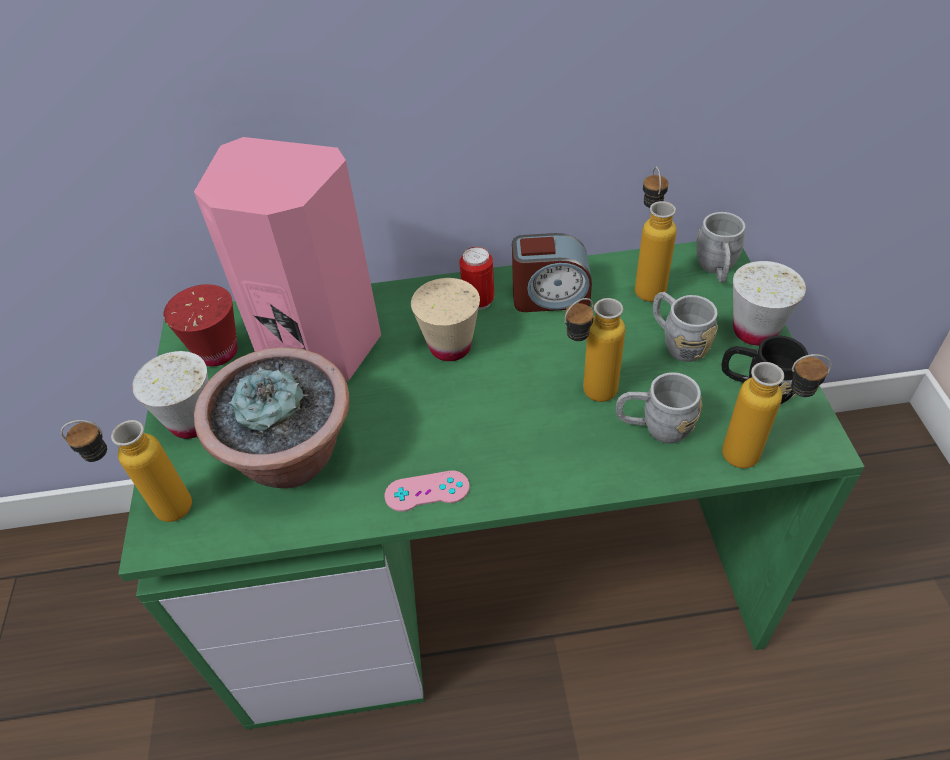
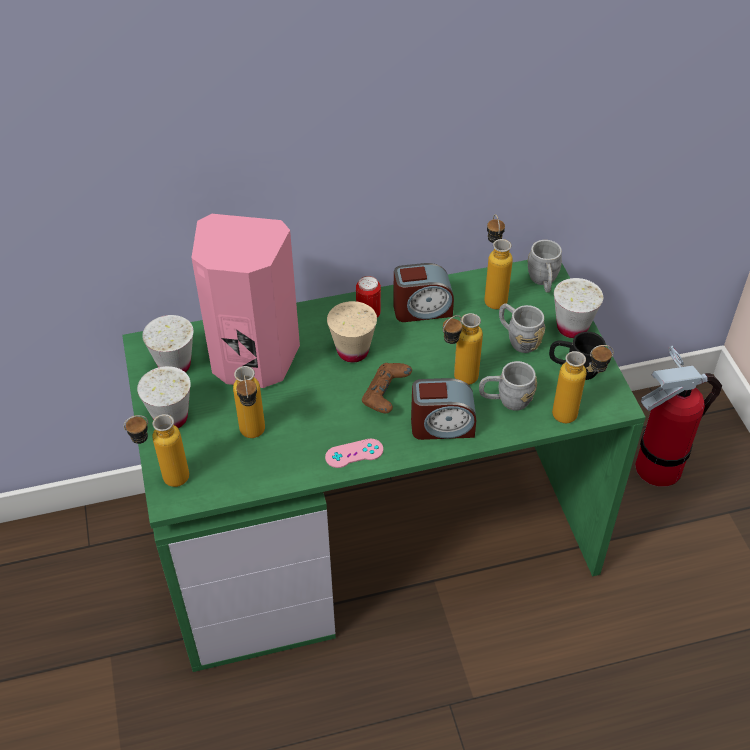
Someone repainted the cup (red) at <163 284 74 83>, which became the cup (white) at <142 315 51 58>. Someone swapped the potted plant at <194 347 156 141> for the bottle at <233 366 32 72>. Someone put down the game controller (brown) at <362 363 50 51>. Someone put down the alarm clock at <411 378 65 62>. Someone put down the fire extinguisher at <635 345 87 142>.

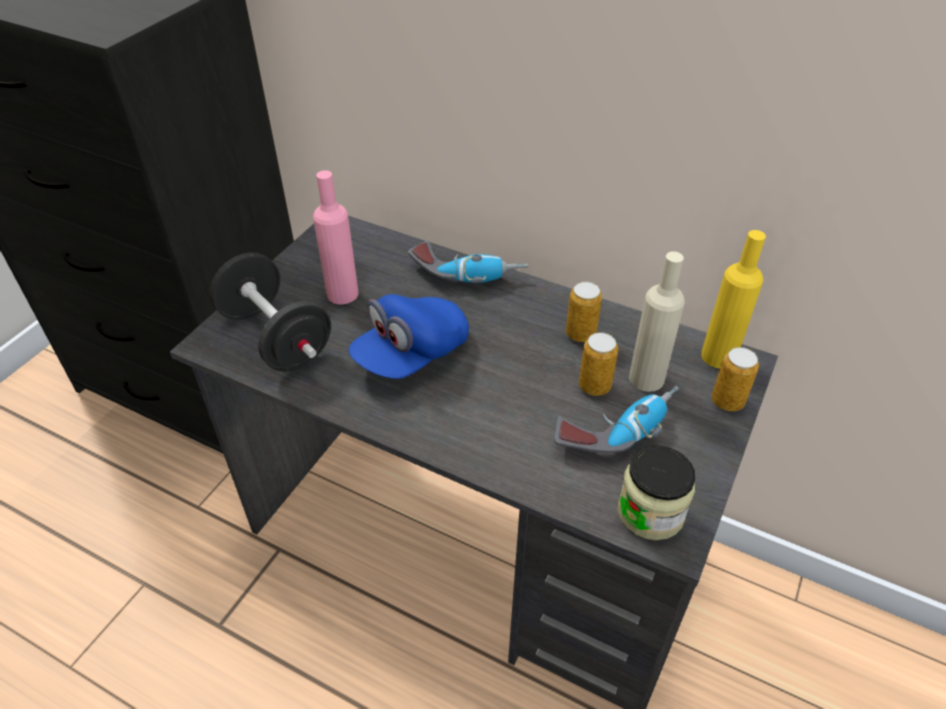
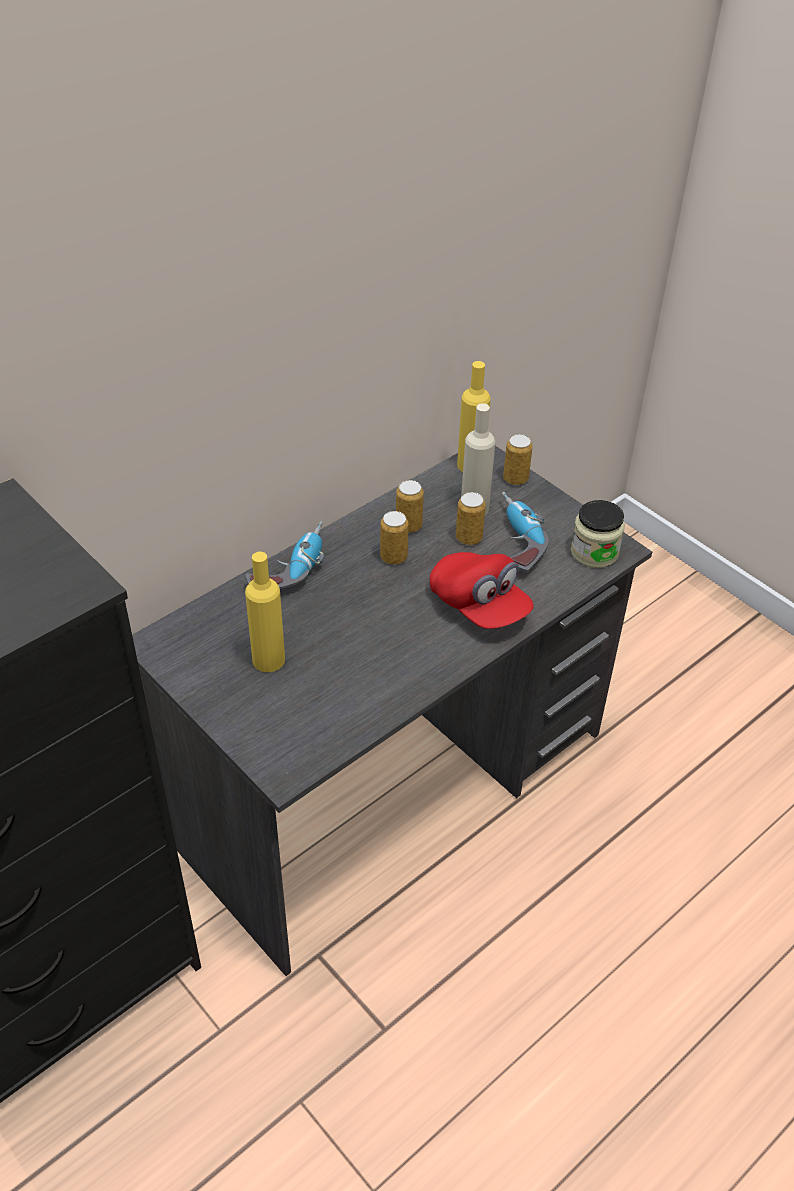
Someone repainted the bottle (pink) at <313 170 46 134>, which became the bottle (yellow) at <245 552 40 120>. Someone put down the can at <380 511 29 54>. Someone put down the cap (red) at <430 552 104 77>. Someone took away the dumbbell (black) at <210 253 121 119>. Someone took away the cap (blue) at <349 294 120 85>.

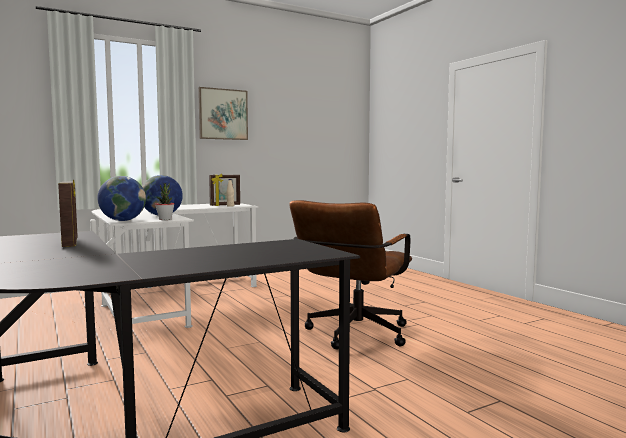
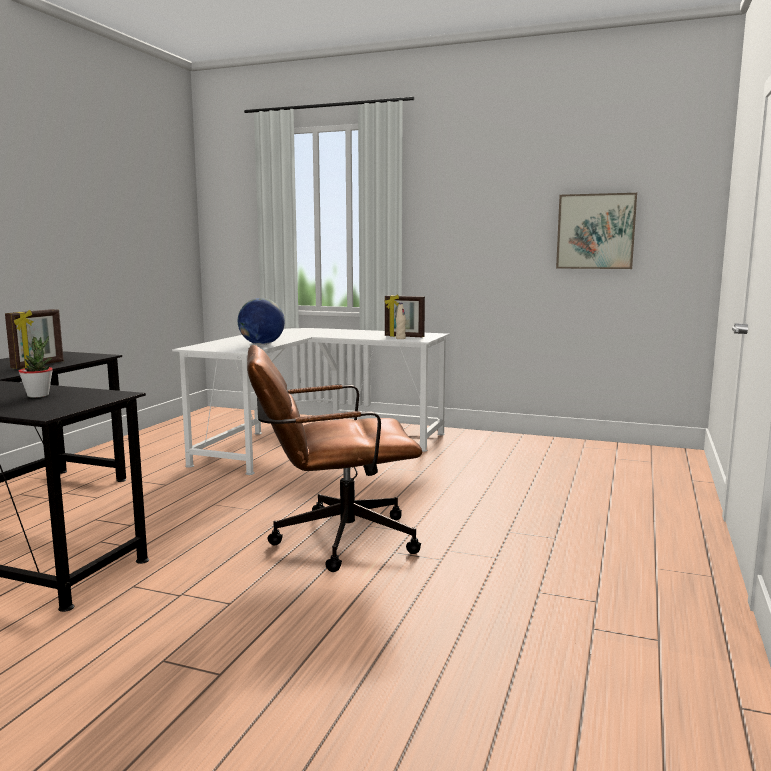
Someone carried the potted plant from <155 183 20 37> to <18 336 35 62>. Someone carried the picture from <198 87 50 53> to <556 193 81 76>. Someone took away the globe at <98 176 48 45>.

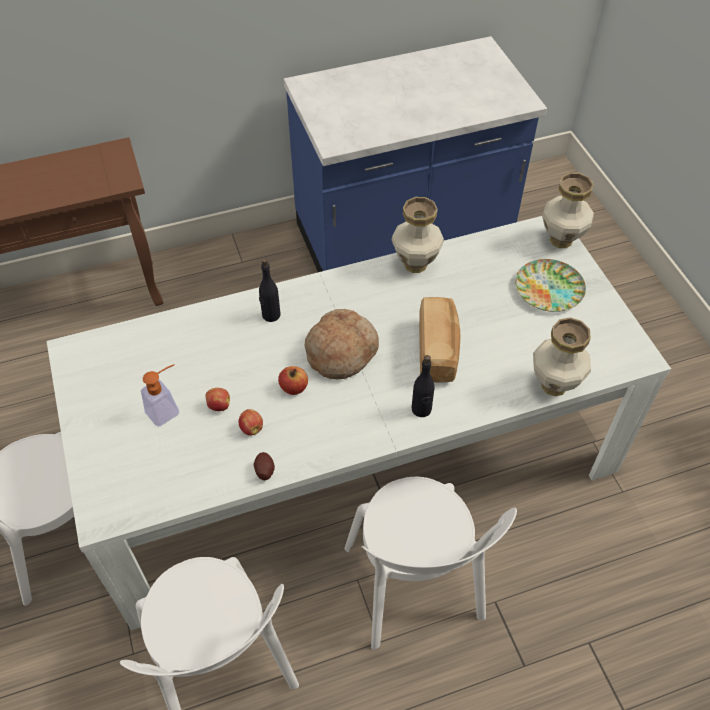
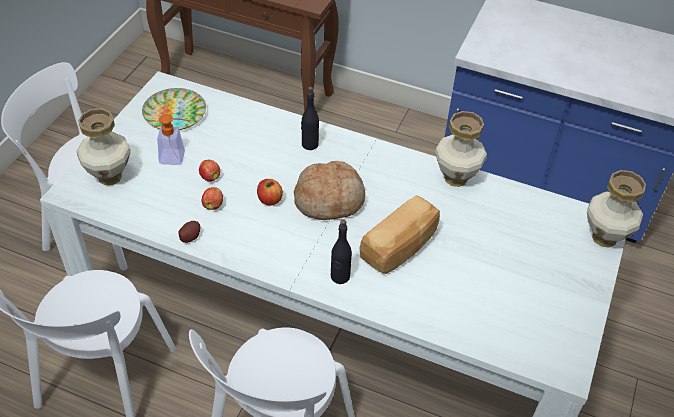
Someone carried the vase from <533 317 58 79> to <77 108 54 77>. Someone carried the plate from <515 259 71 53> to <142 88 64 42>.

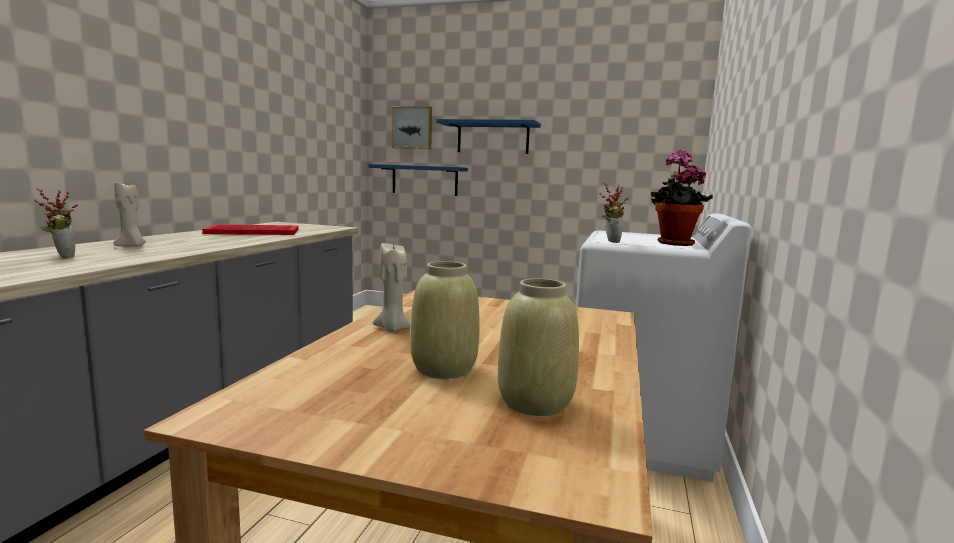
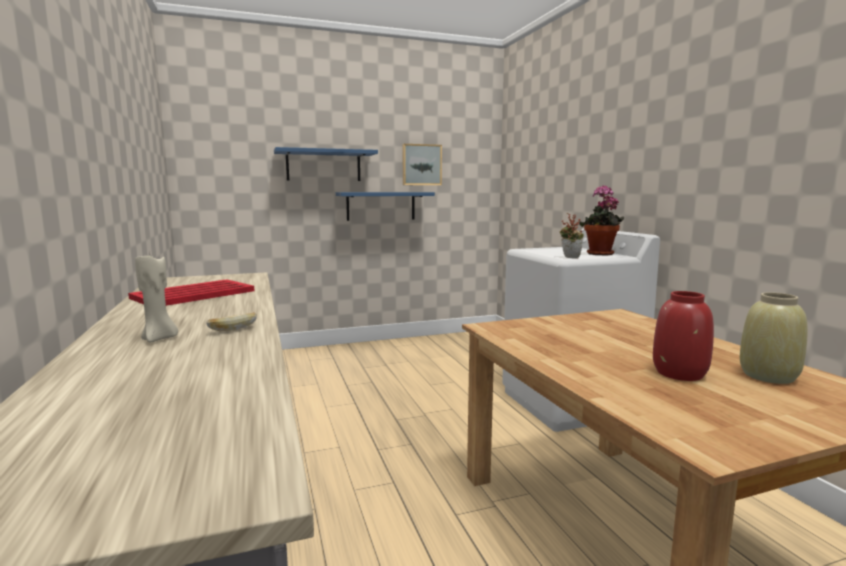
Someone put down the bread at <206 312 51 19>. Someone carried the shelf (blue) from <368 164 100 32> to <336 192 99 29>. Someone carried the picture from <392 106 40 43> to <402 144 40 41>. Someone repainted the vase (beige) at <410 261 69 118>, which became the vase (red) at <653 291 61 90>. Someone took away the potted plant at <35 188 43 69>. Someone took away the candle (beige) at <373 243 38 89>.

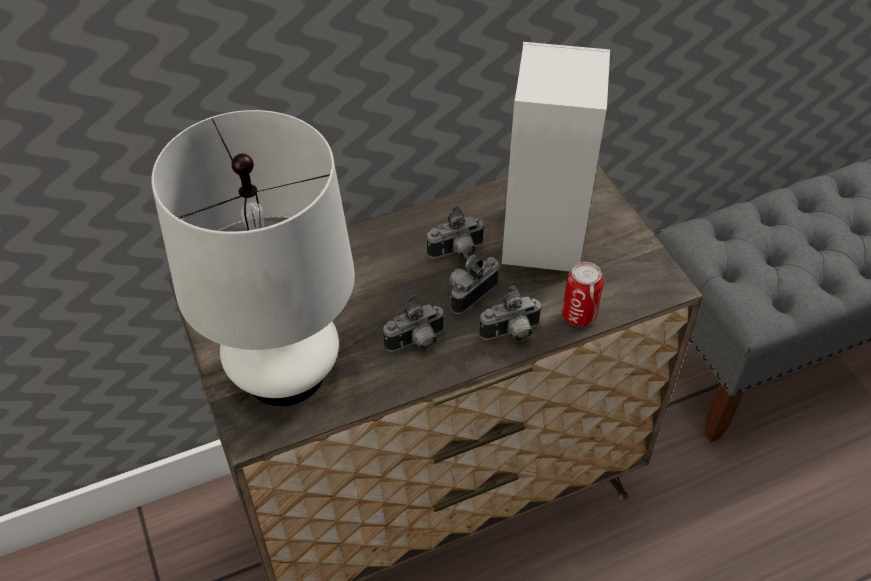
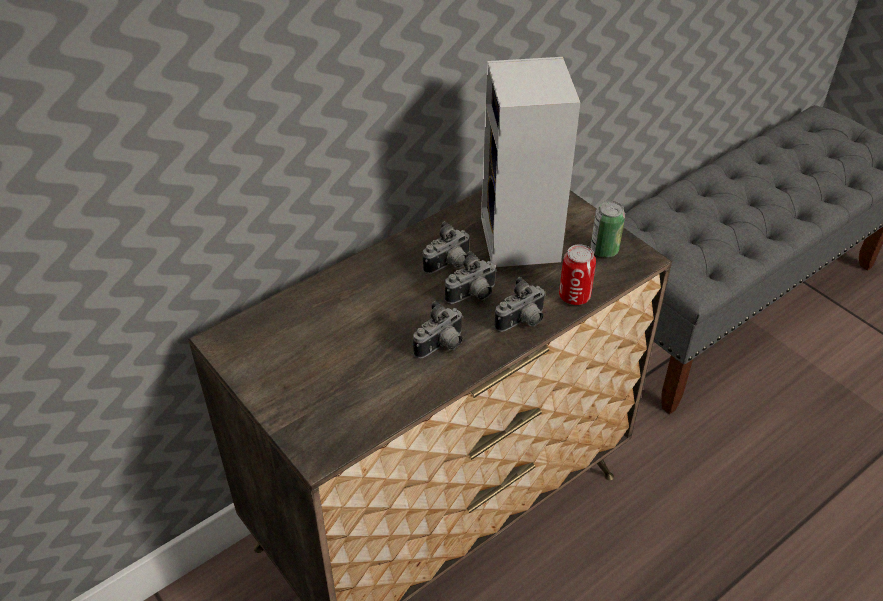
Someone rotated the photo camera at <449 254 50 60> by 150 degrees counterclockwise. Someone put down the can at <590 201 35 56>. Someone took away the table lamp (white) at <151 110 204 296>.

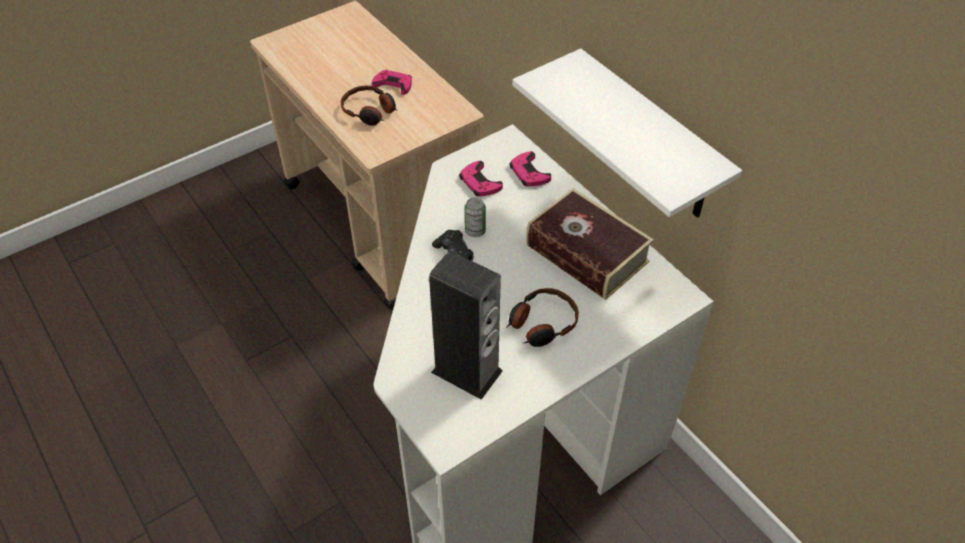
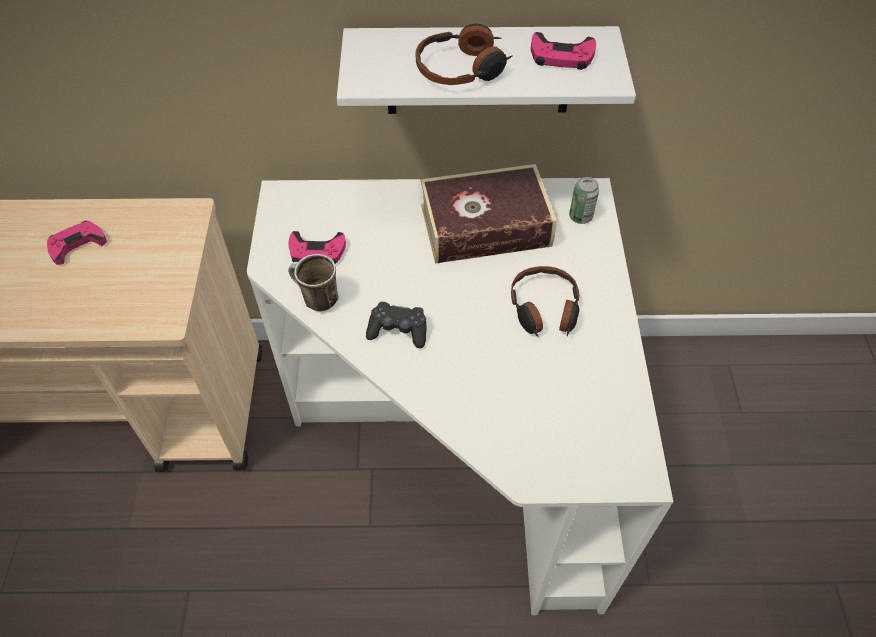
Someone put down the mug at <288 254 50 57>. Someone carried the headphones from <340 86 57 40> to <416 24 97 61>. Someone carried the game controller (pink) from <509 151 42 35> to <531 32 65 38>. Someone carried the can from <465 197 21 40> to <569 177 30 47>. Someone took away the speaker at <429 251 74 149>.

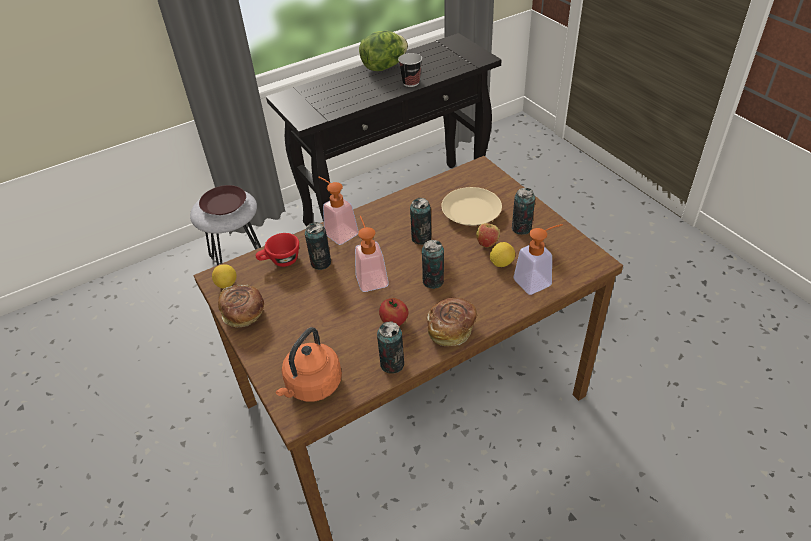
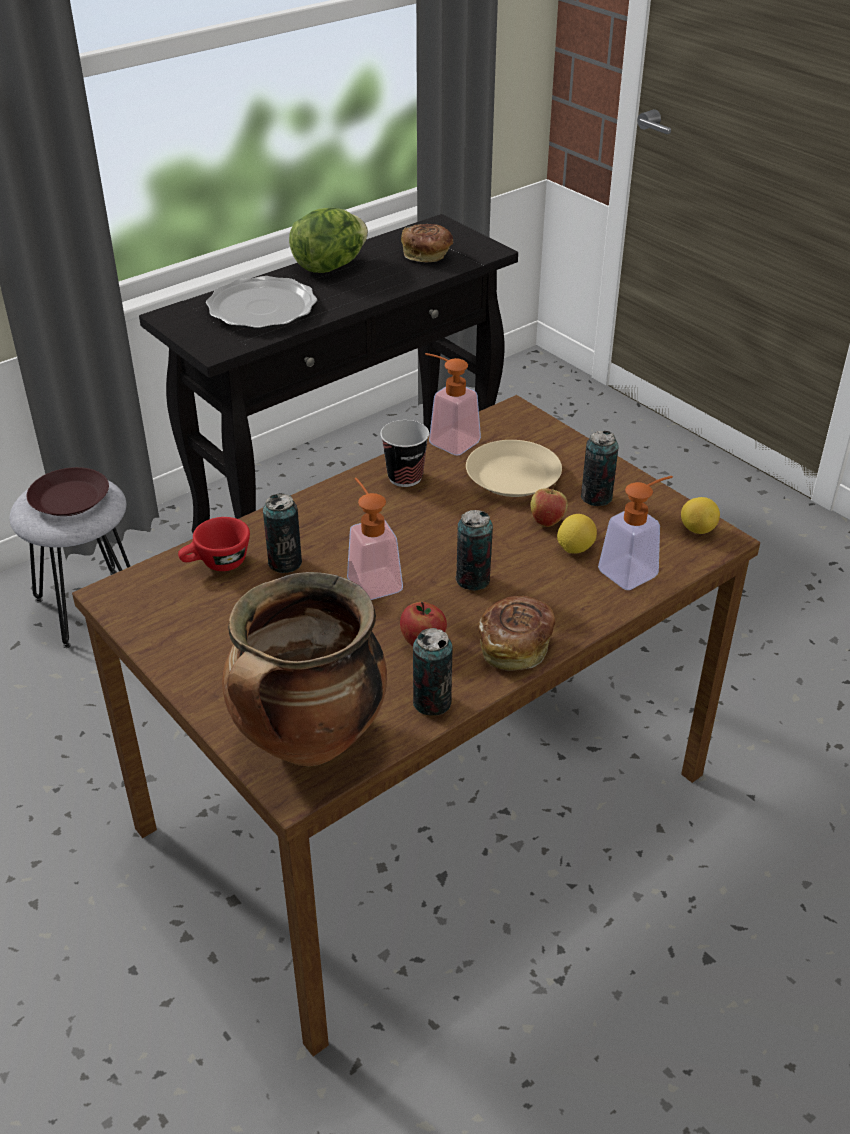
Someone put down the plate at <206 276 111 53>. Someone swapped the kettle (orange) at <276 327 66 75> for the cooking pot at <222 572 165 194>. Someone carried the cup from <398 53 24 34> to <380 420 49 67>. Someone carried the bread from <218 284 46 44> to <401 224 52 38>. Someone carried the soap dispenser from <318 176 41 69> to <425 353 56 103>. Someone carried the lemon from <212 264 25 24> to <681 497 39 37>. Someone took away the can at <410 198 21 47>.

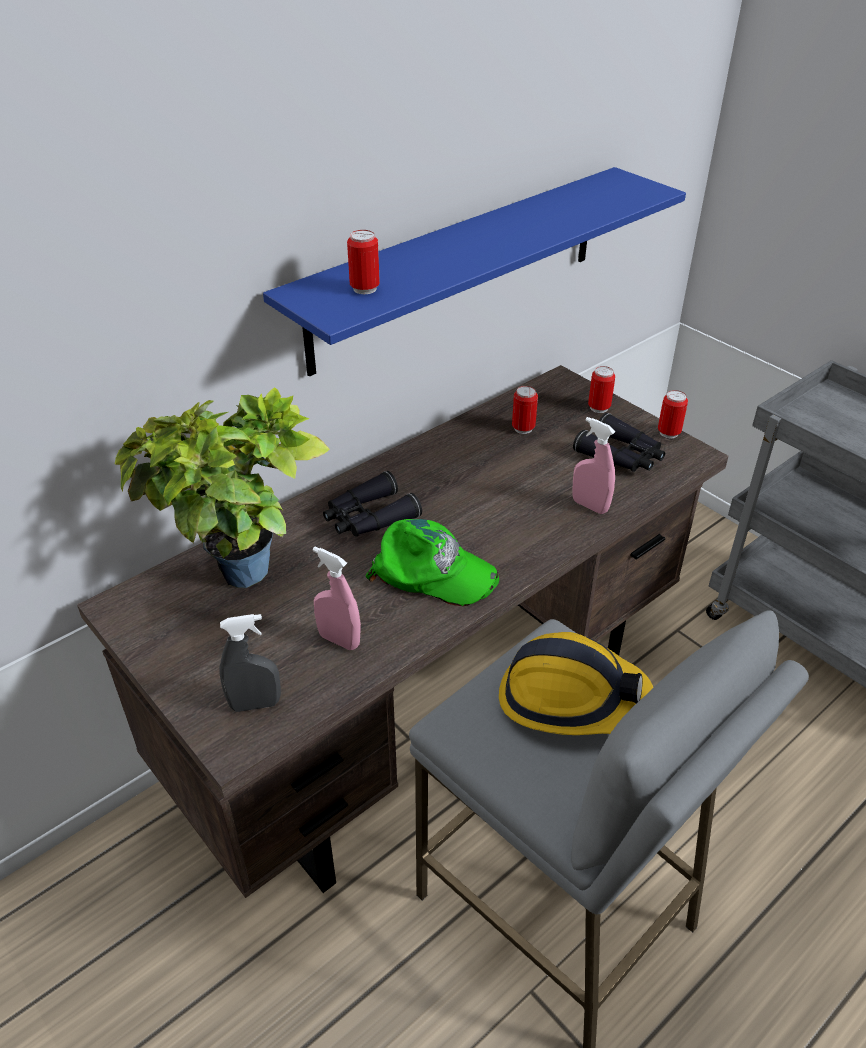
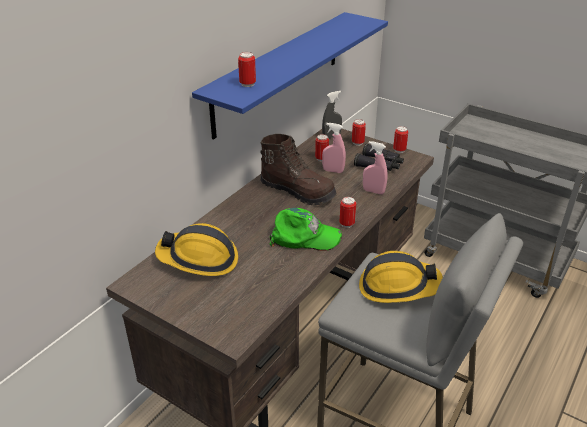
Someone swapped the potted plant at <115 387 215 201> for the hard hat at <155 223 83 53>. Someone put down the boot (brown) at <260 134 77 71>. Someone carried the spray bottle (grey) from <220 614 61 98> to <322 91 20 47>. Someone carried the spray bottle (pink) from <313 547 48 103> to <322 123 24 50>. Someone put down the can at <340 197 16 31>. Someone took away the binoculars (black) at <323 471 99 66>.

